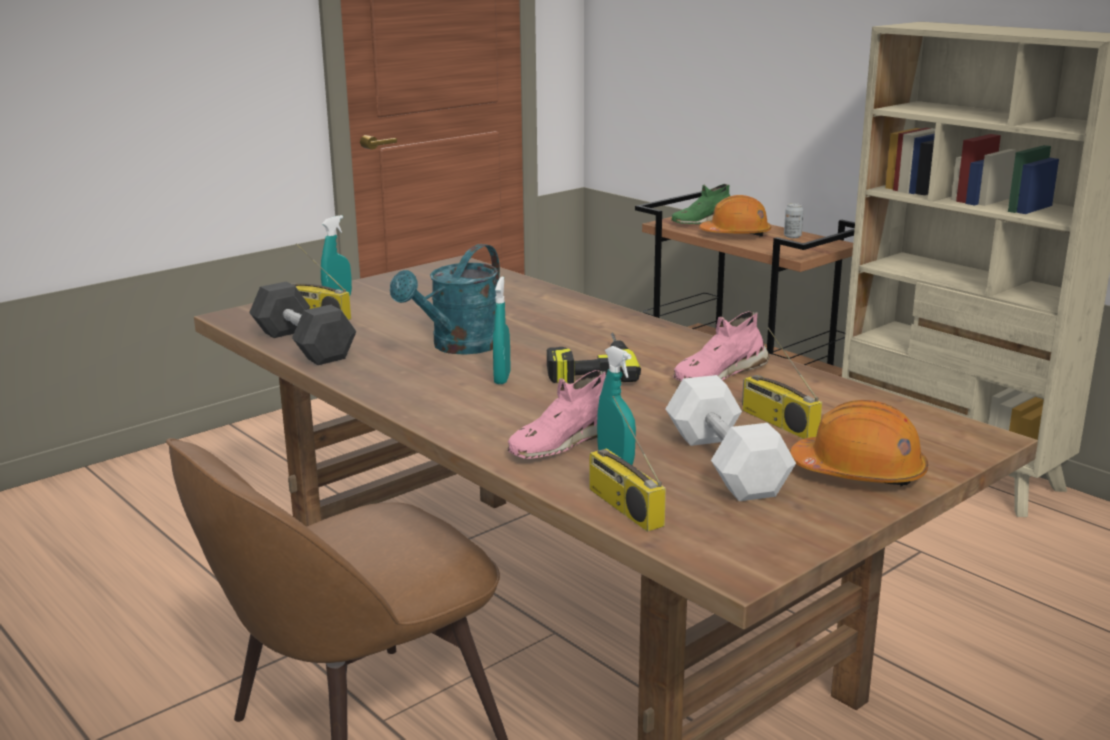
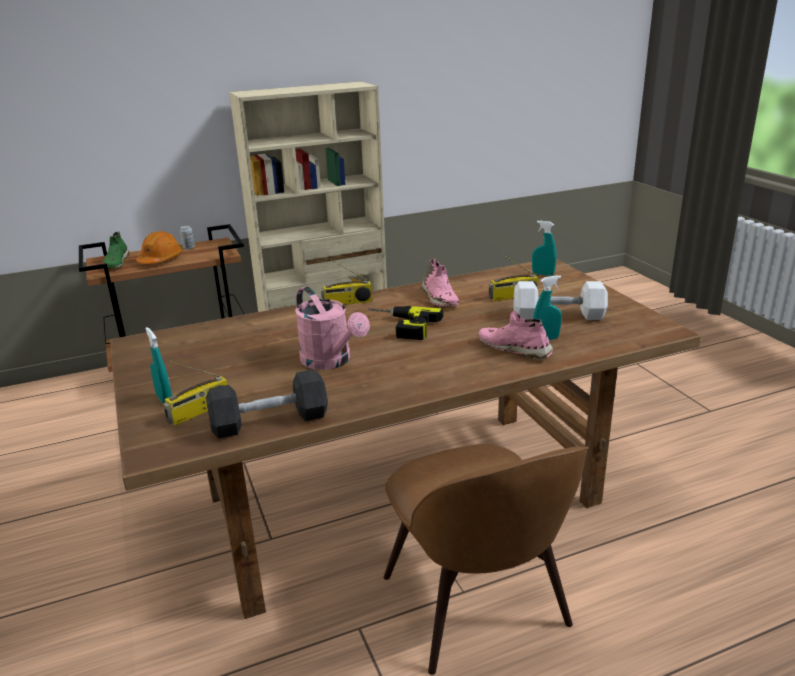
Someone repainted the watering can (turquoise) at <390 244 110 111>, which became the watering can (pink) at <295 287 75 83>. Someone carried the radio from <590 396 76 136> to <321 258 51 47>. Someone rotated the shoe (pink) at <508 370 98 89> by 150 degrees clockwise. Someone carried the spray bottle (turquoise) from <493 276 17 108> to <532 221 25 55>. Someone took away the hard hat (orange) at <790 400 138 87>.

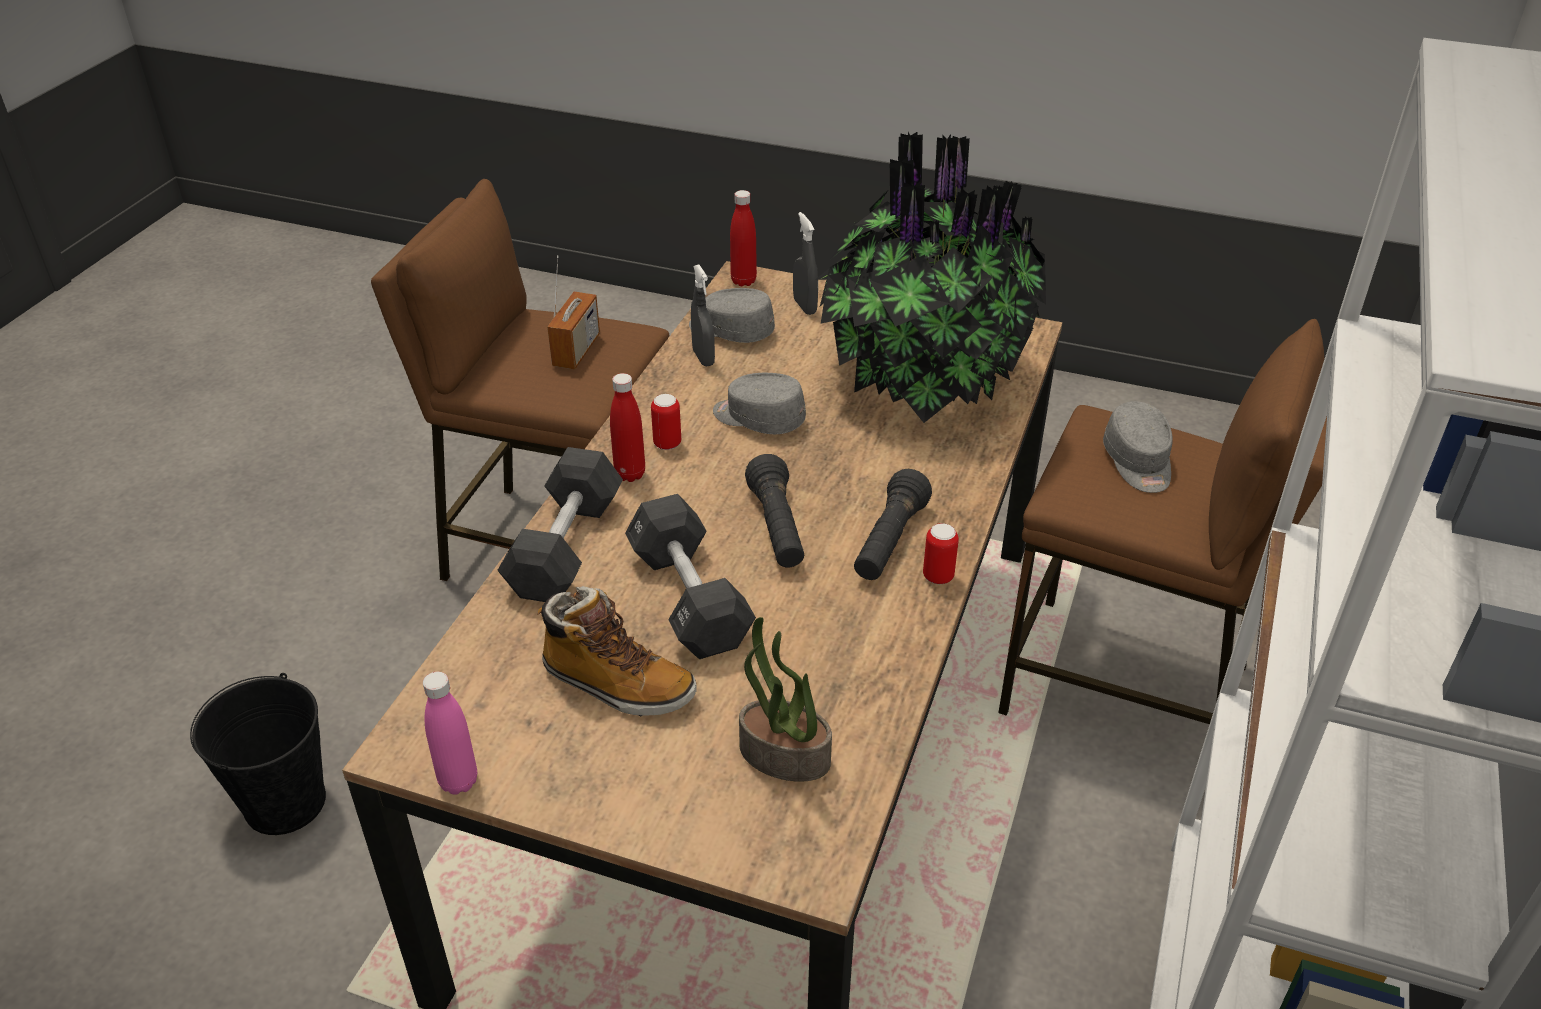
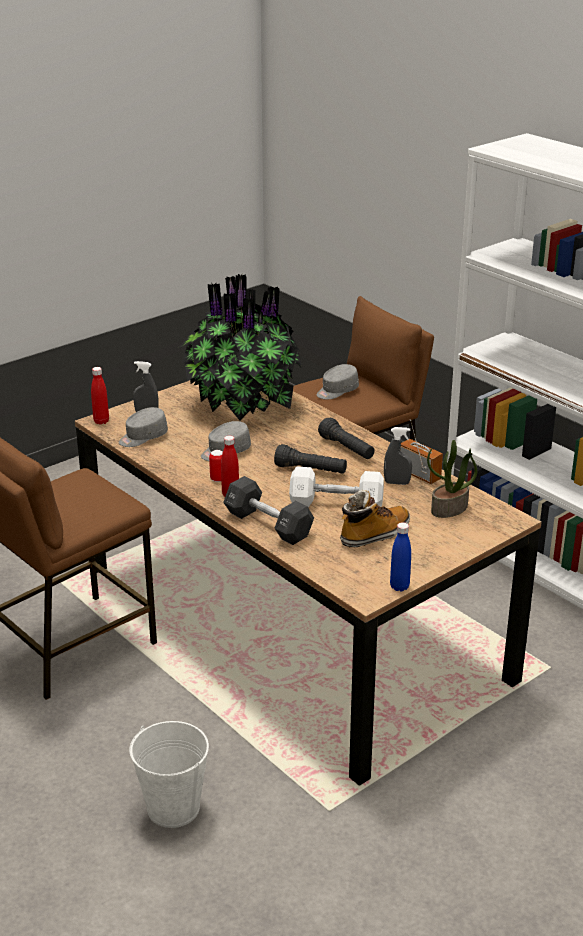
Someone repainted the bucket (black) at <190 673 136 162>, which became the bucket (white) at <129 721 80 107>. Someone repainted the dumbbell (black) at <625 494 131 165>, which became the dumbbell (white) at <289 466 95 41>. Someone rotated the cap (grey) at <1103 401 70 92> by 120 degrees clockwise. Someone carried the spray bottle (grey) from <691 264 24 102> to <384 427 28 58>. Someone repainted the bottle (pink) at <423 672 54 122>, which became the bottle (blue) at <390 522 21 69>. Someone carried the radio from <547 255 53 114> to <400 419 43 65>. Someone took away the can at <923 523 36 61>.

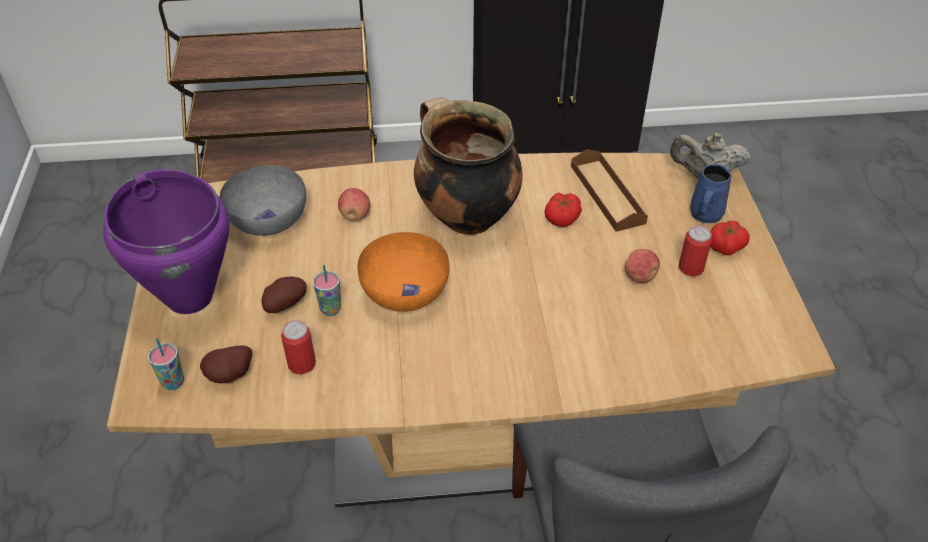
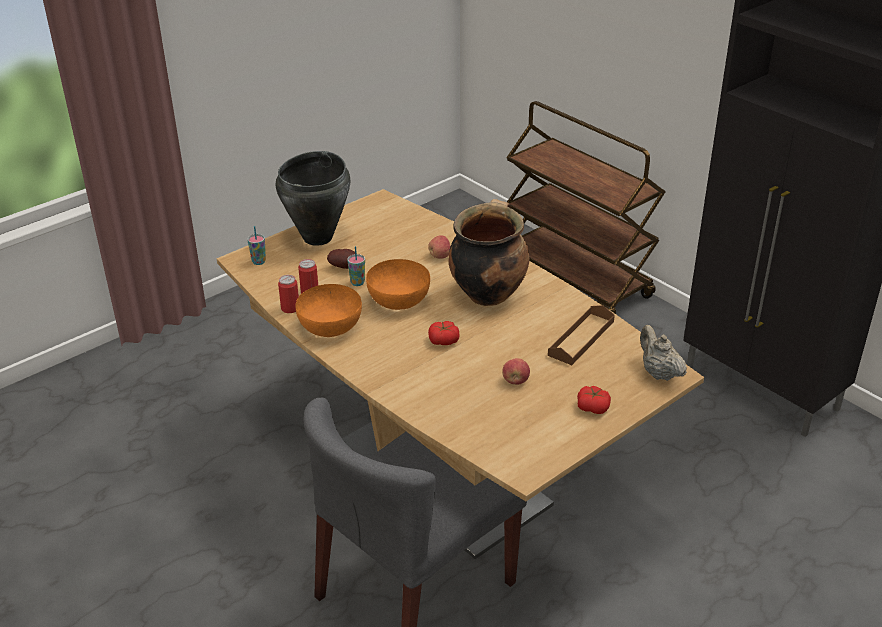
Someone repainted the cooking pot (purple) at <103 169 127 145>, which became the cooking pot (black) at <276 151 74 95>. Someone carried the can from <678 225 34 51> to <278 275 21 38>. Someone put down the bowl (orange) at <296 284 66 53>. Someone carried the tomato from <544 193 38 34> to <428 321 32 24>. Someone took away the potato at <200 345 52 38>. Someone took away the bowl (grey) at <220 165 86 71>. Someone took away the mug (blue) at <690 164 42 59>.

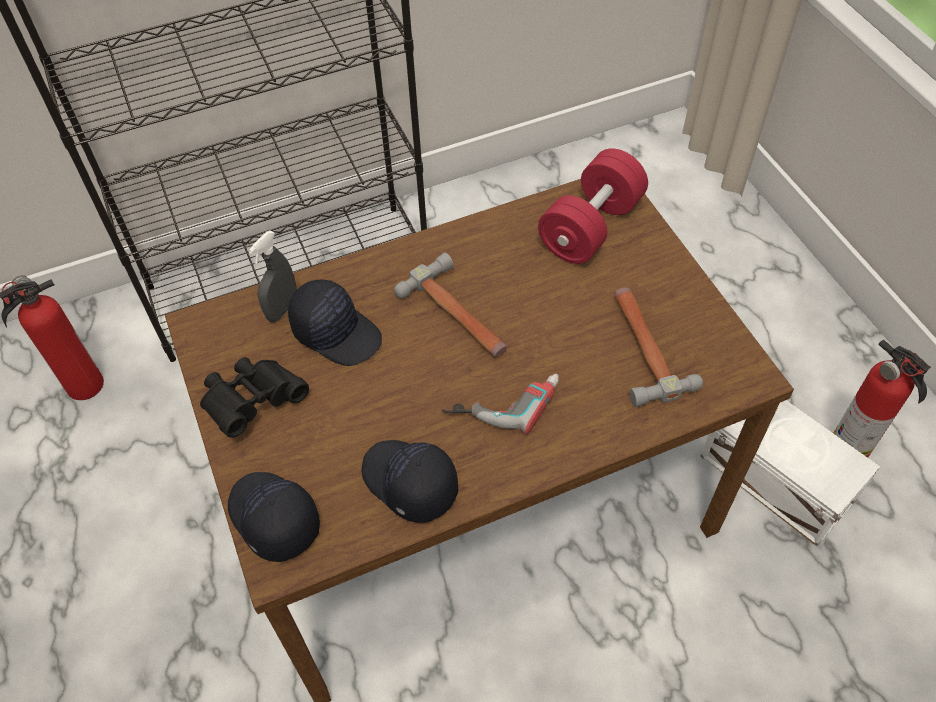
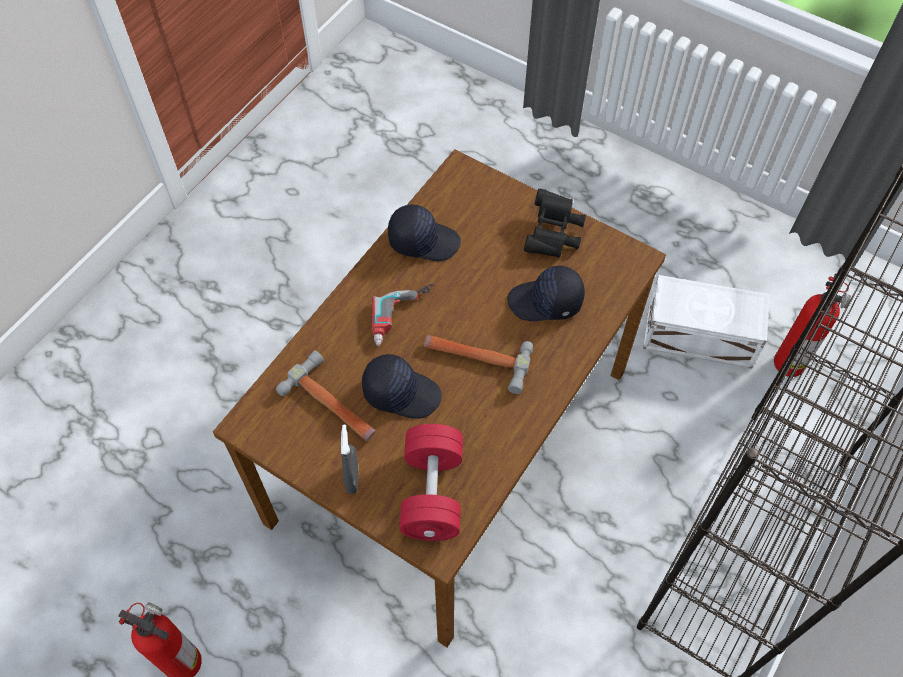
Someone carried the spray bottle (grey) from <248 231 49 91> to <341 425 17 69>. Someone carried the cap (black) from <228 472 92 90> to <362 354 80 65>. Someone carried the storage box (white) from <700 400 180 146> to <643 275 127 94>.

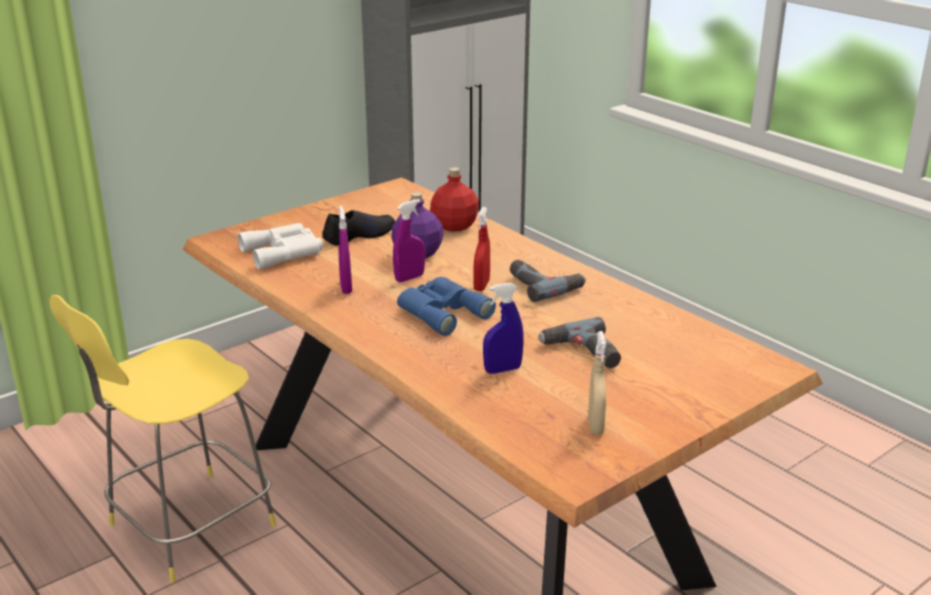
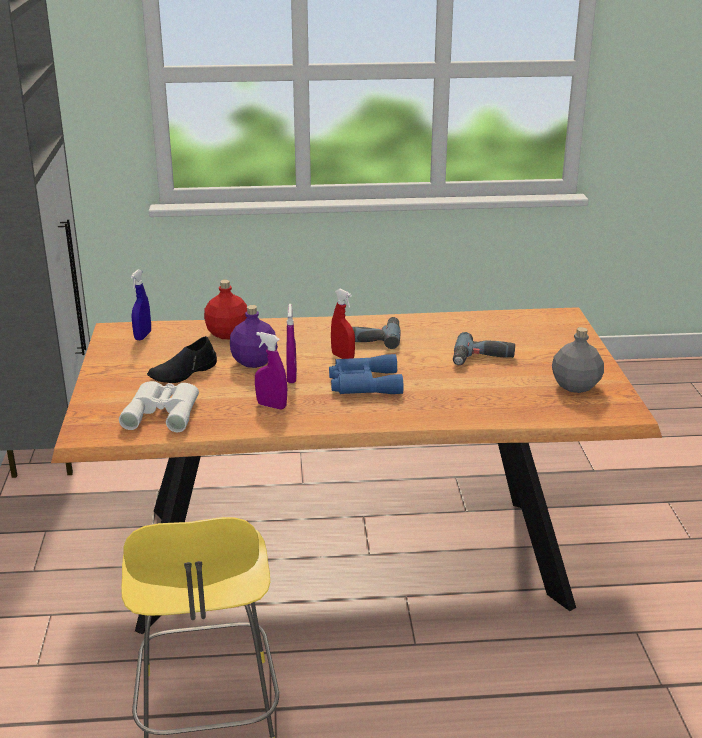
Someone carried the spray bottle (blue) from <483 283 41 91> to <130 270 21 70>. Someone rotated the shoe (black) at <322 210 73 36> by 135 degrees counterclockwise. Someone swapped the spray bottle (beige) at <588 331 18 104> for the bottle (grey) at <552 327 52 66>.

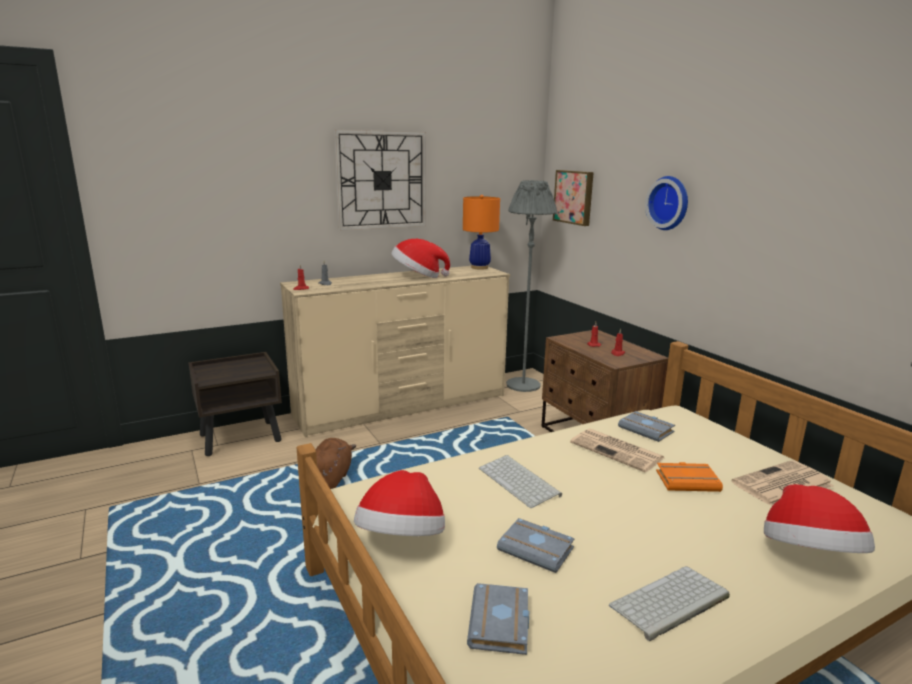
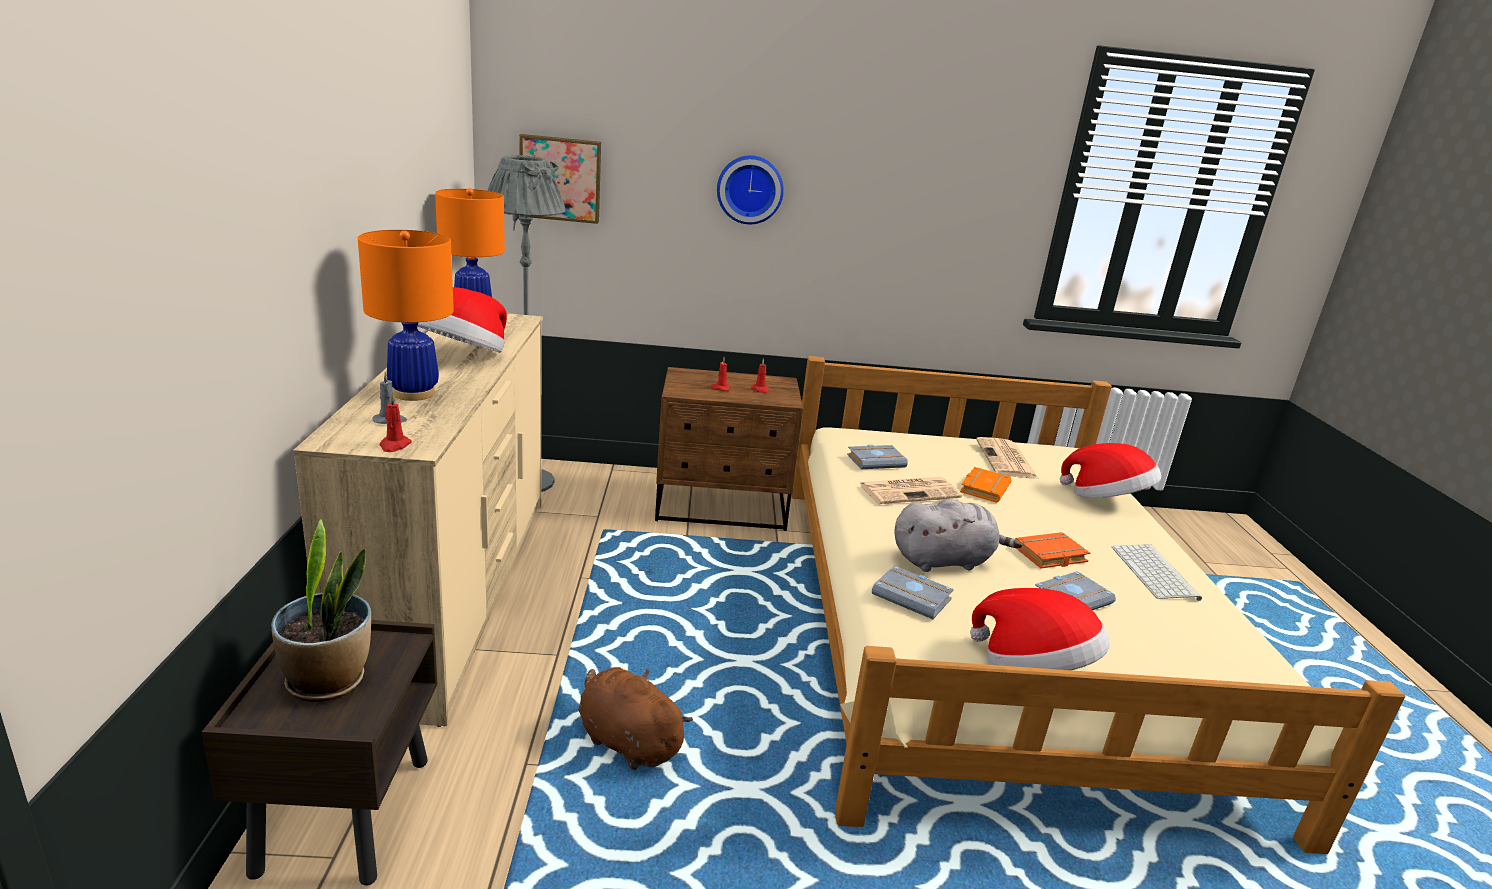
Someone put down the potted plant at <271 519 100 183>. Someone put down the table lamp (orange) at <358 230 96 171>. Someone carried the book (grey) from <467 583 62 72> to <872 566 82 53>. Someone swapped the keyboard at <479 455 83 53> for the plush toy (grey) at <894 499 129 73>. Someone put down the book (orange) at <1015 532 76 36>. Someone took away the wall clock at <334 130 92 100>.

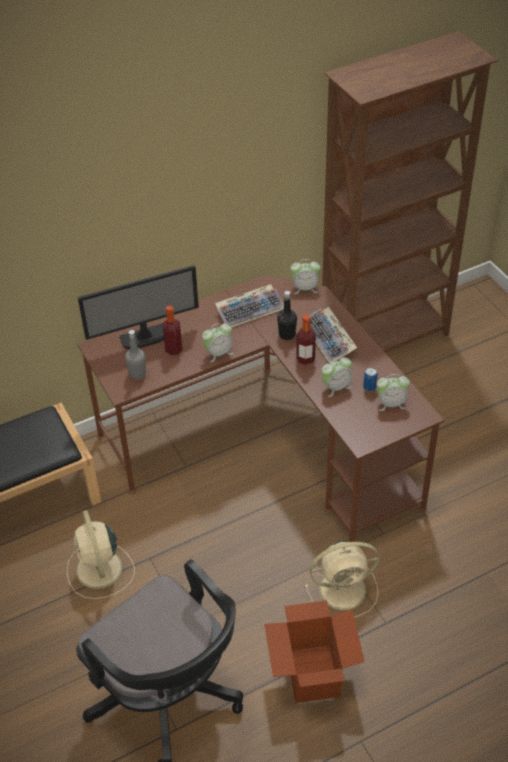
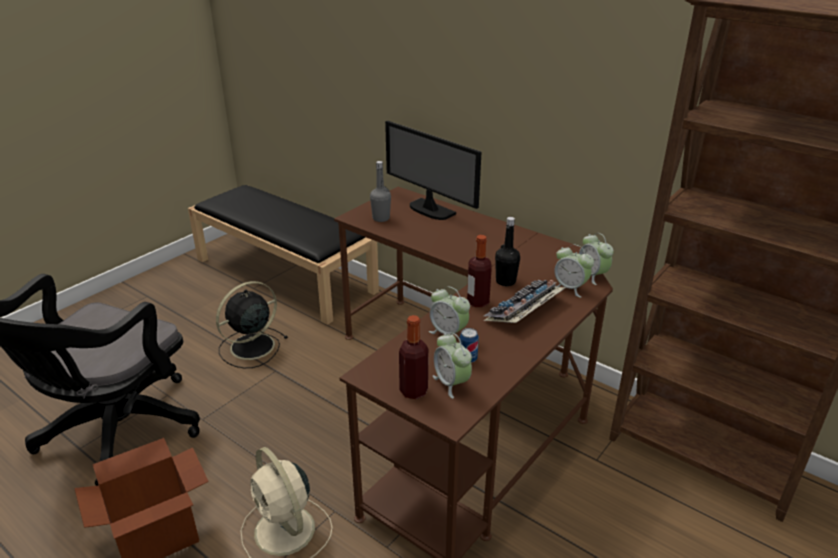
Someone repainted the fan (beige) at <67 510 68 89>, which became the fan (black) at <216 281 72 87>. Someone carried the bottle from <162 306 21 50> to <399 315 29 84>. Someone carried the alarm clock from <202 323 31 39> to <554 244 40 54>. Someone took away the keyboard at <215 284 69 44>.

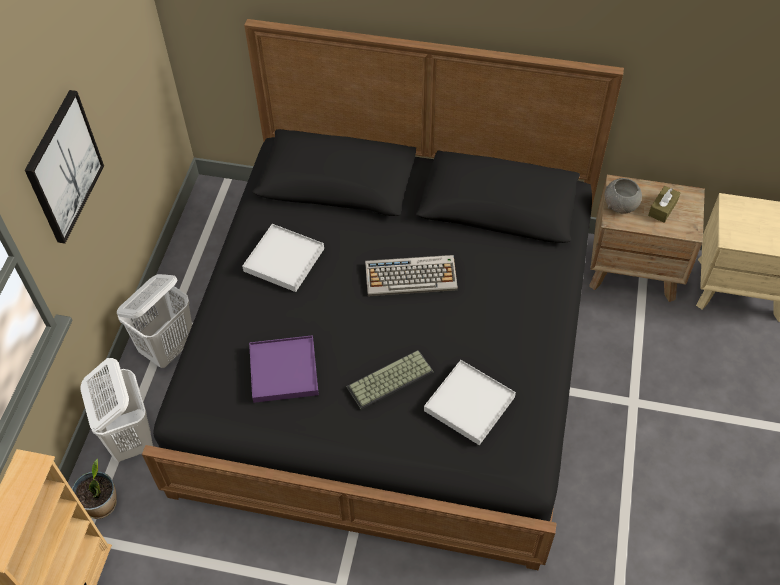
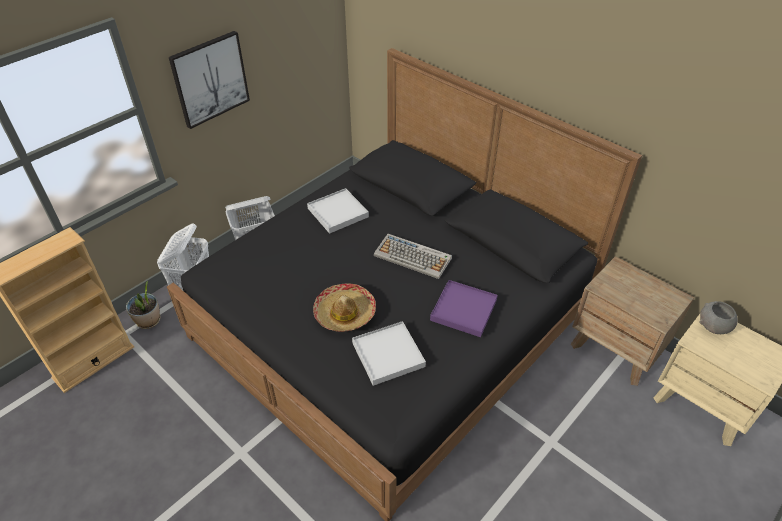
Someone swapped the keyboard at <346 350 87 60> for the hat at <313 283 63 49>. Someone carried the tray (purple) from <249 335 70 68> to <430 280 68 57>. Someone carried the bowl (grey) from <605 178 37 36> to <700 301 38 33>. Someone took away the tissue box (brown) at <648 186 32 37>.

